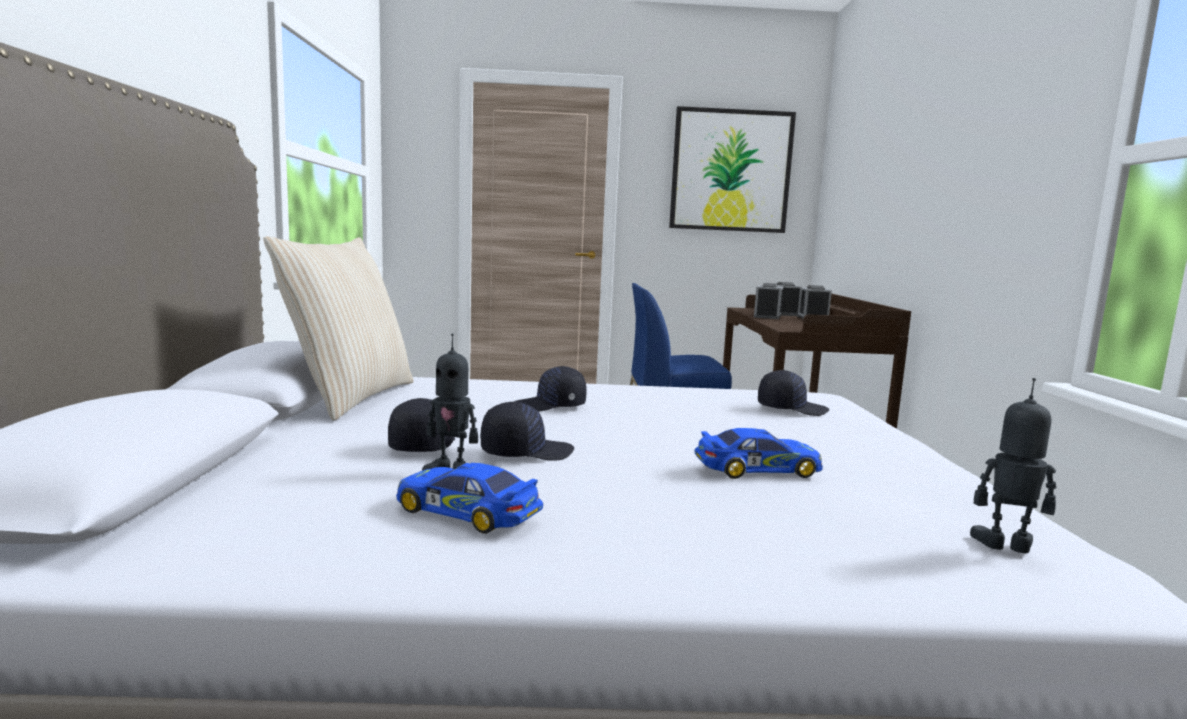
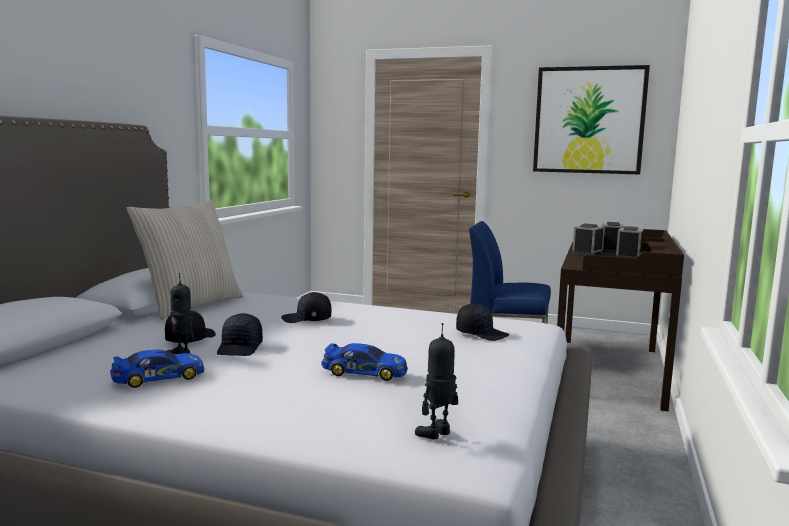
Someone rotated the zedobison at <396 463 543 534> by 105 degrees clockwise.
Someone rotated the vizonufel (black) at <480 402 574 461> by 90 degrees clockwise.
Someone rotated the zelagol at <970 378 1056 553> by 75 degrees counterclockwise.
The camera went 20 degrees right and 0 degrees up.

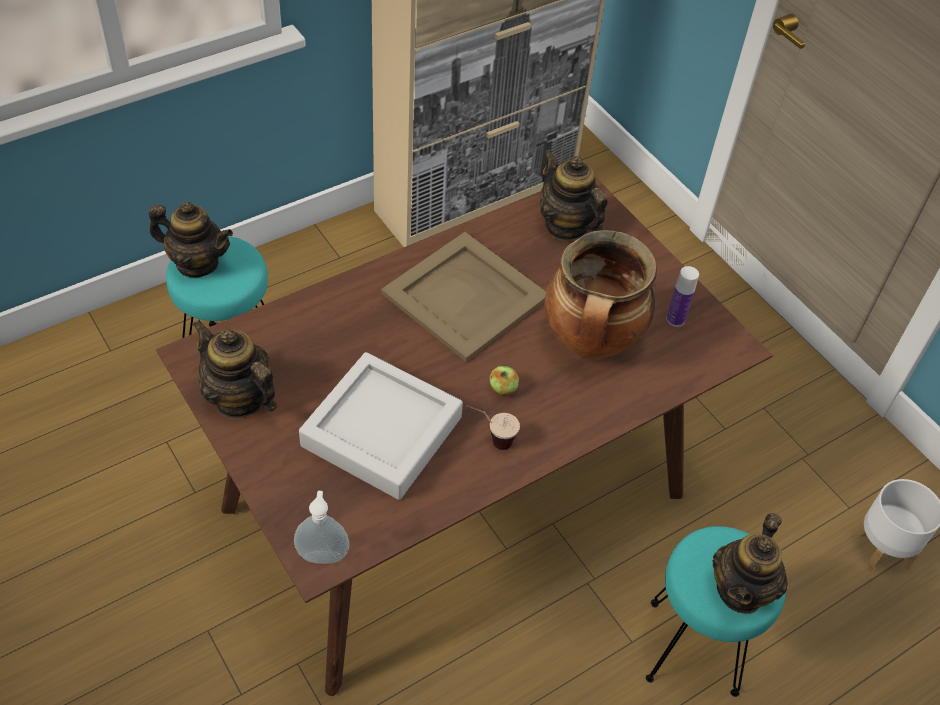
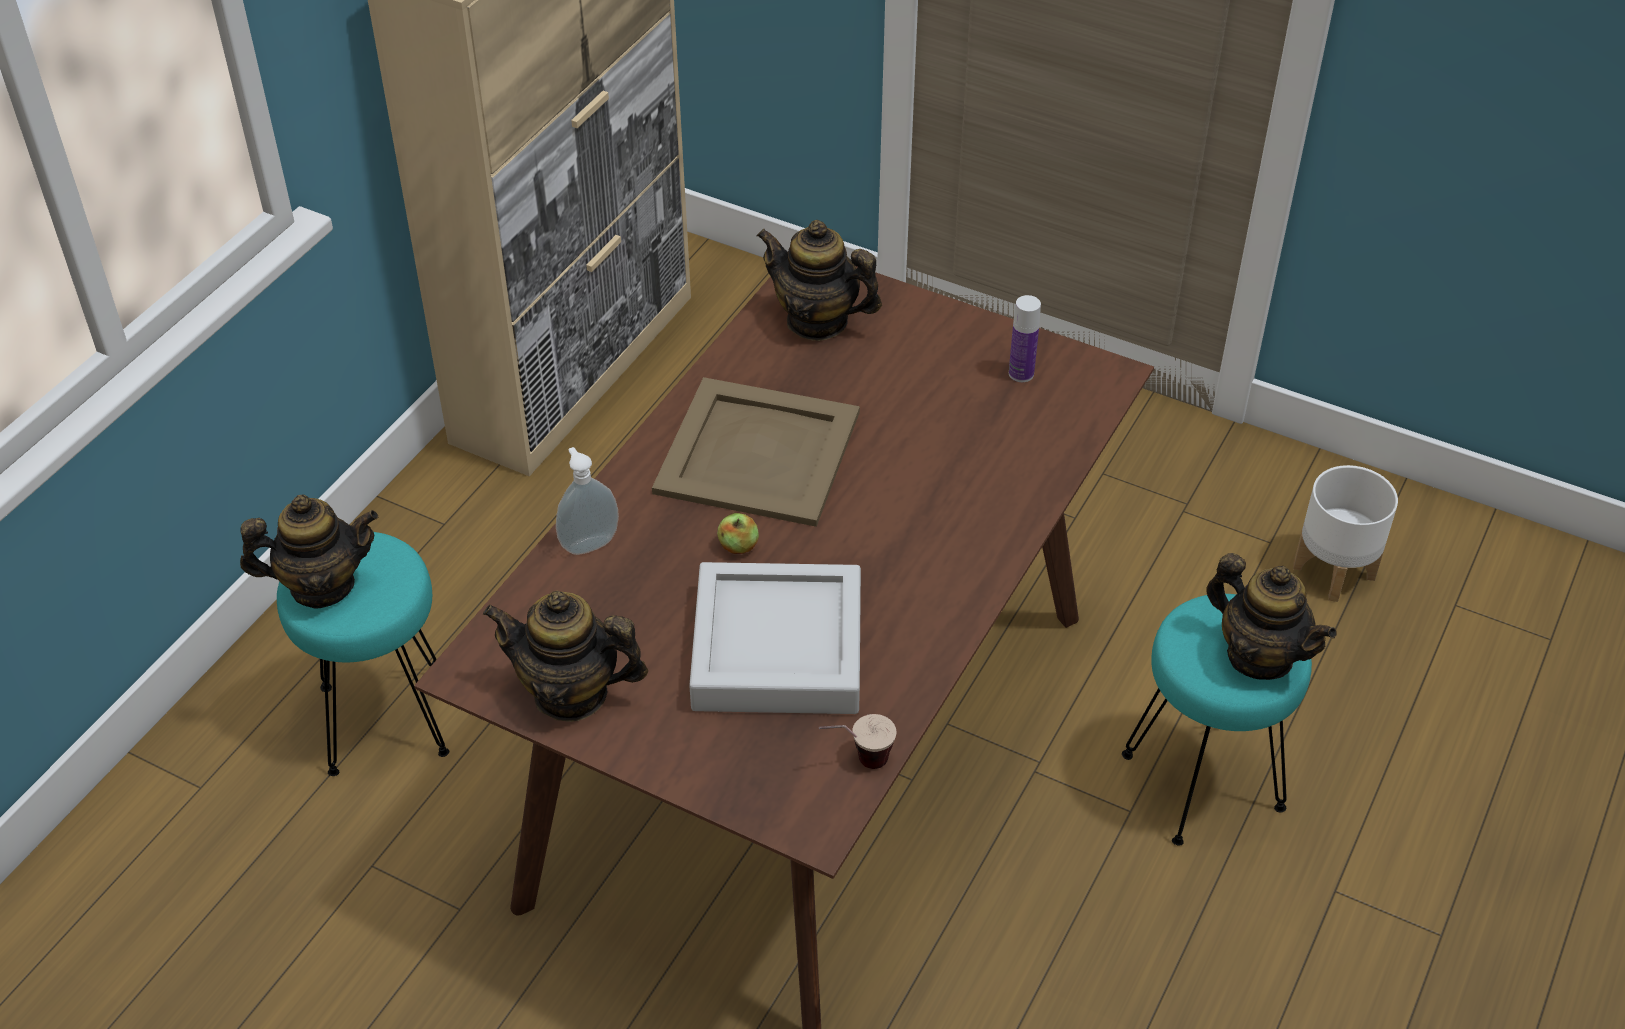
Someone carried the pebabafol from <294 491 349 564> to <556 447 619 555>.
Someone carried the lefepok from <466 405 520 450> to <819 714 897 769>.
Someone carried the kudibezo from <490 365 519 396> to <717 513 759 554>.
Someone took away the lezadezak at <545 230 657 360>.
Someone rotated the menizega at <713 513 788 614> by 45 degrees counterclockwise.
The camera went 25 degrees left and 5 degrees down.

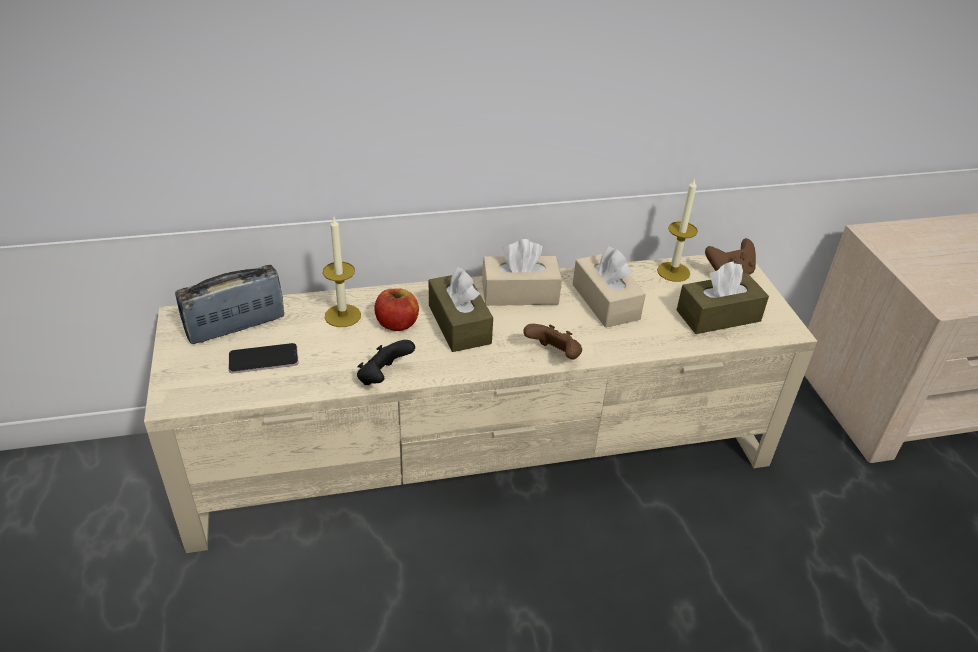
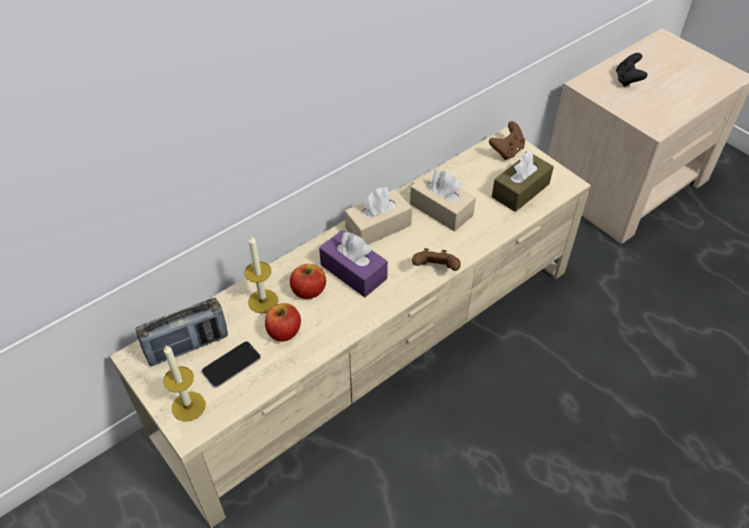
Someone rotated the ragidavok at <175 265 284 344> by 150 degrees counterclockwise.
Someone carried the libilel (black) from <357 340 415 385> to <616 53 647 87>.
Someone repainted the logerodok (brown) at <429 267 493 352>, which became the logerodok (purple) at <319 230 388 297>.
Someone carried the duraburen from <657 177 698 282> to <163 344 205 422>.
Someone put down the kudibezo at <265 303 301 342>.
The camera went 25 degrees left and 10 degrees up.

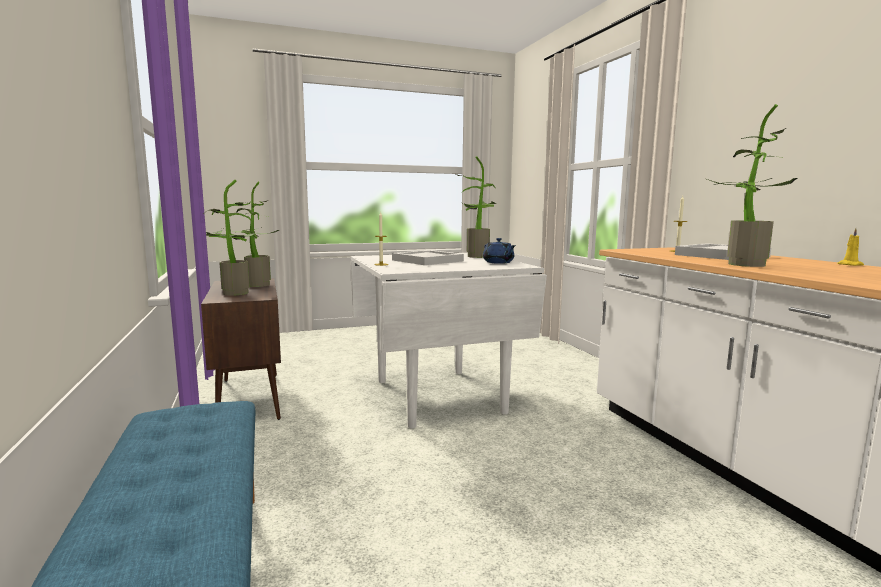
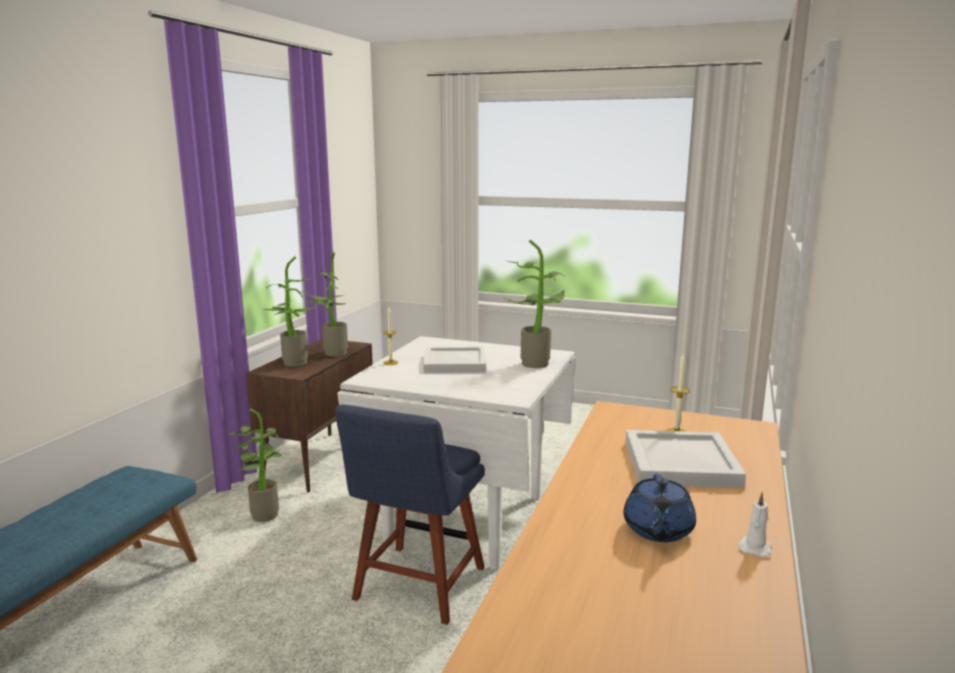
Someone carried the menizega (blue) from <483 238 516 264> to <623 474 696 542>.
Someone carried the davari from <707 104 798 267> to <225 409 282 522>.
Someone repainted the duraburen (yellow) at <837 228 864 266>, which became the duraburen (white) at <738 492 772 558>.
Someone put down the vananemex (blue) at <335 405 485 625>.
The camera went 40 degrees right and 5 degrees up.

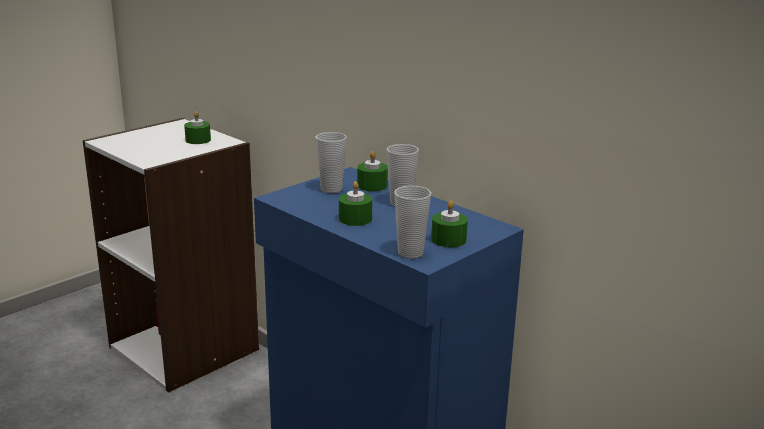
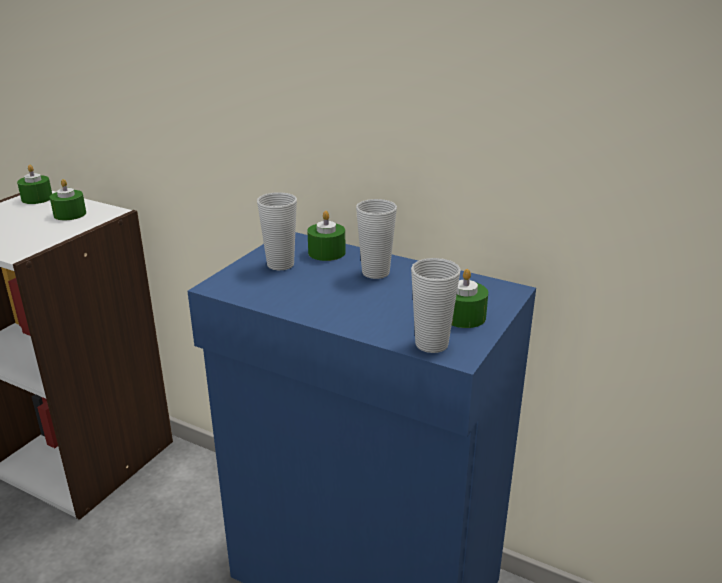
Someone carried the duraburen (green) from <339 181 372 226> to <17 165 52 204>.
The camera went 15 degrees left and 5 degrees up.

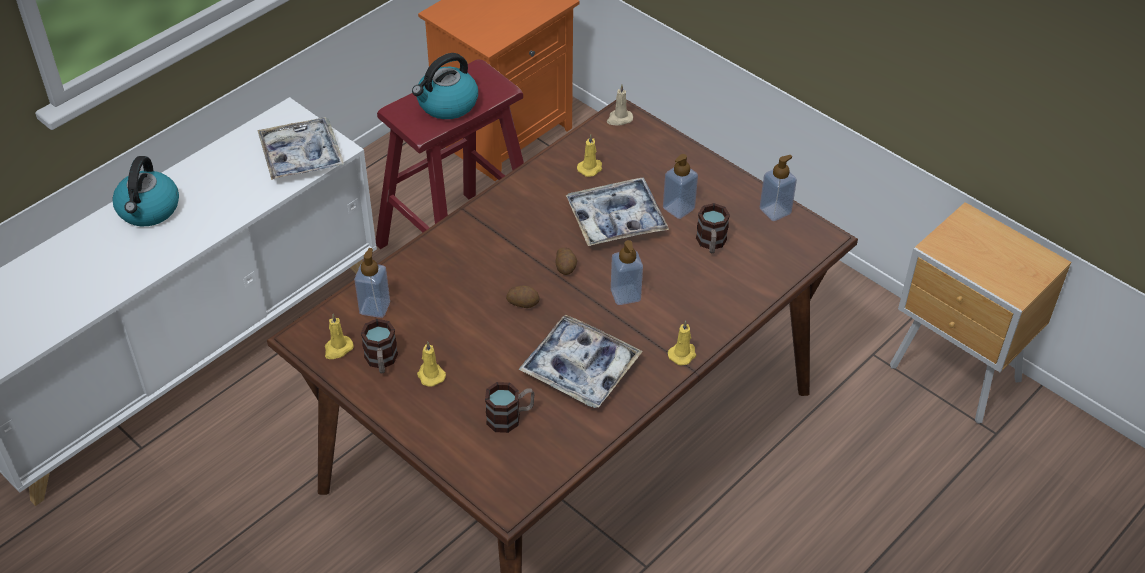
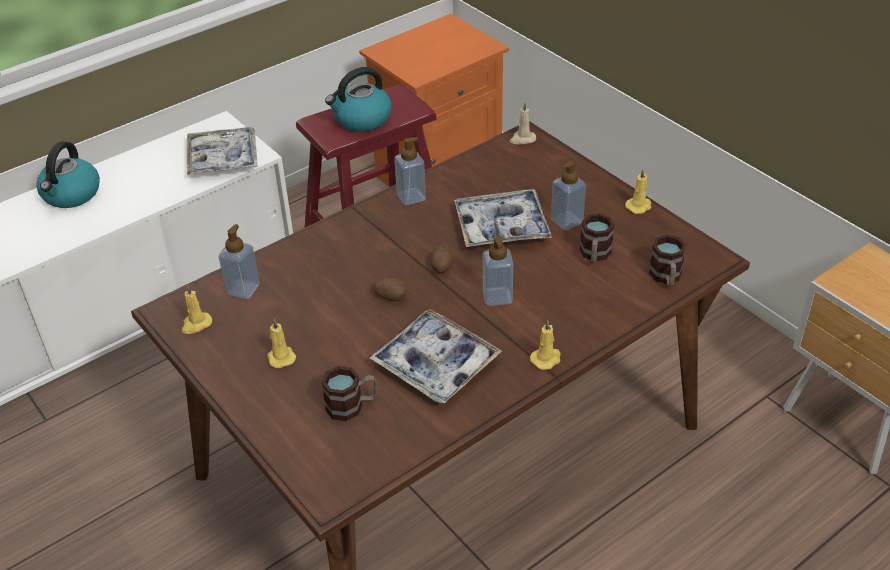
Someone carried the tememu from <361 319 398 373> to <649 235 686 287>.
Someone carried the duraburen (yellow) from <577 134 602 177> to <625 169 651 214>.
Someone carried the pebabafol from <760 155 797 221> to <394 137 426 206>.
The camera went 10 degrees right and 5 degrees down.

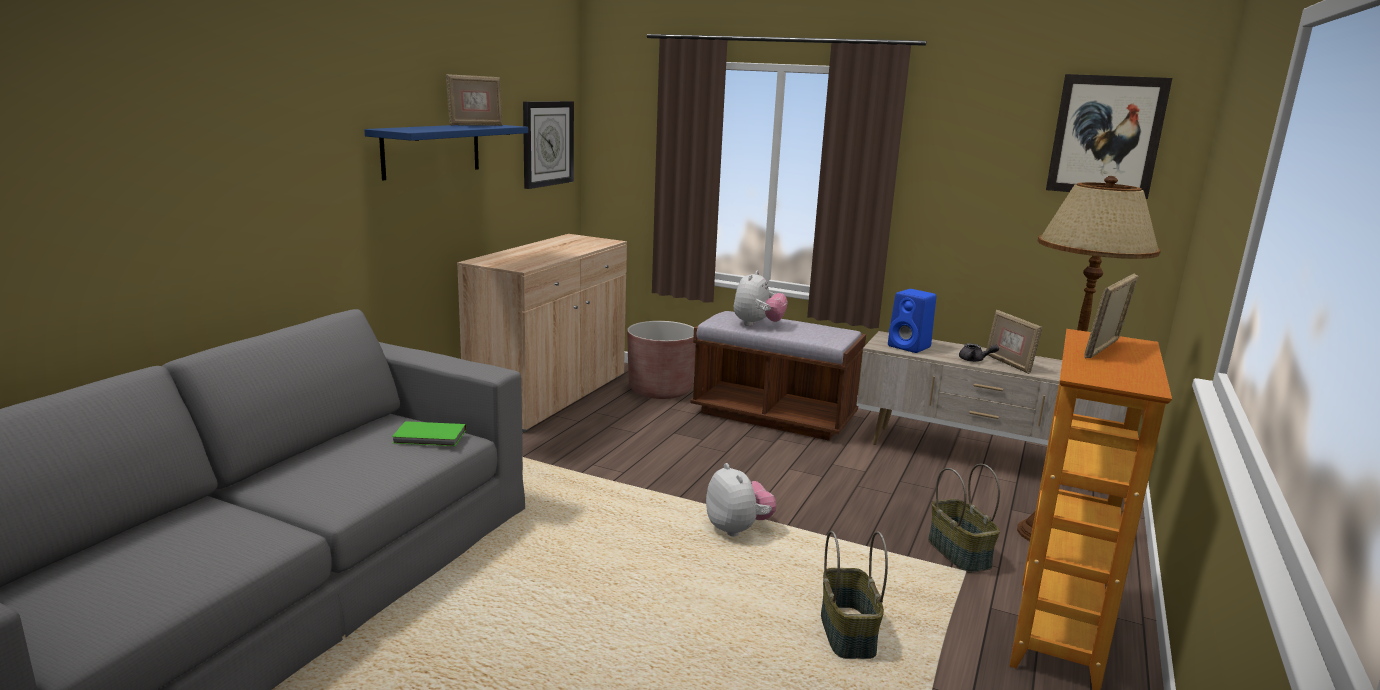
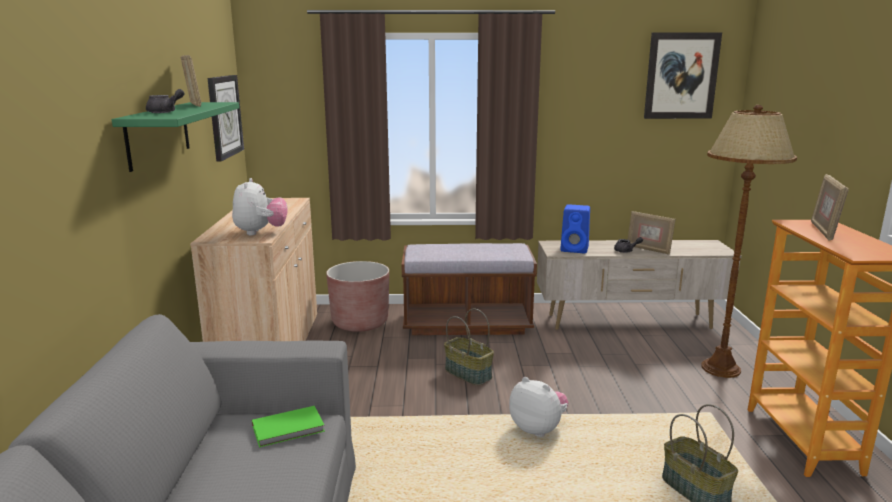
Someone repainted the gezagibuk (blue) at <364 125 528 181>, which became the gezagibuk (green) at <112 102 239 172>.
Someone rotated the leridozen at <446 74 503 126> by 45 degrees counterclockwise.
Someone carried the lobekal from <734 271 787 326> to <232 178 287 235>.
Someone carried the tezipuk from <928 464 1000 573> to <444 309 494 385>.
Someone put down the menizega (grey) at <146 89 184 113>.
The camera went 25 degrees left and 0 degrees up.

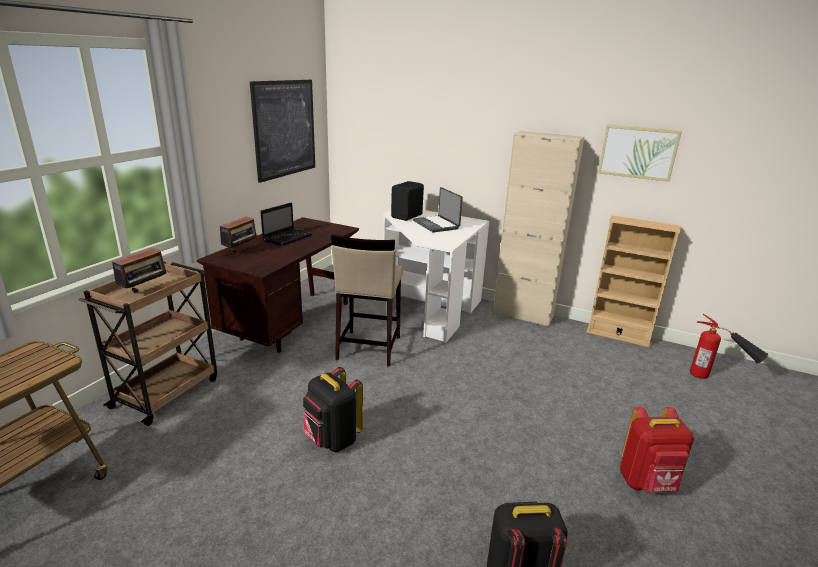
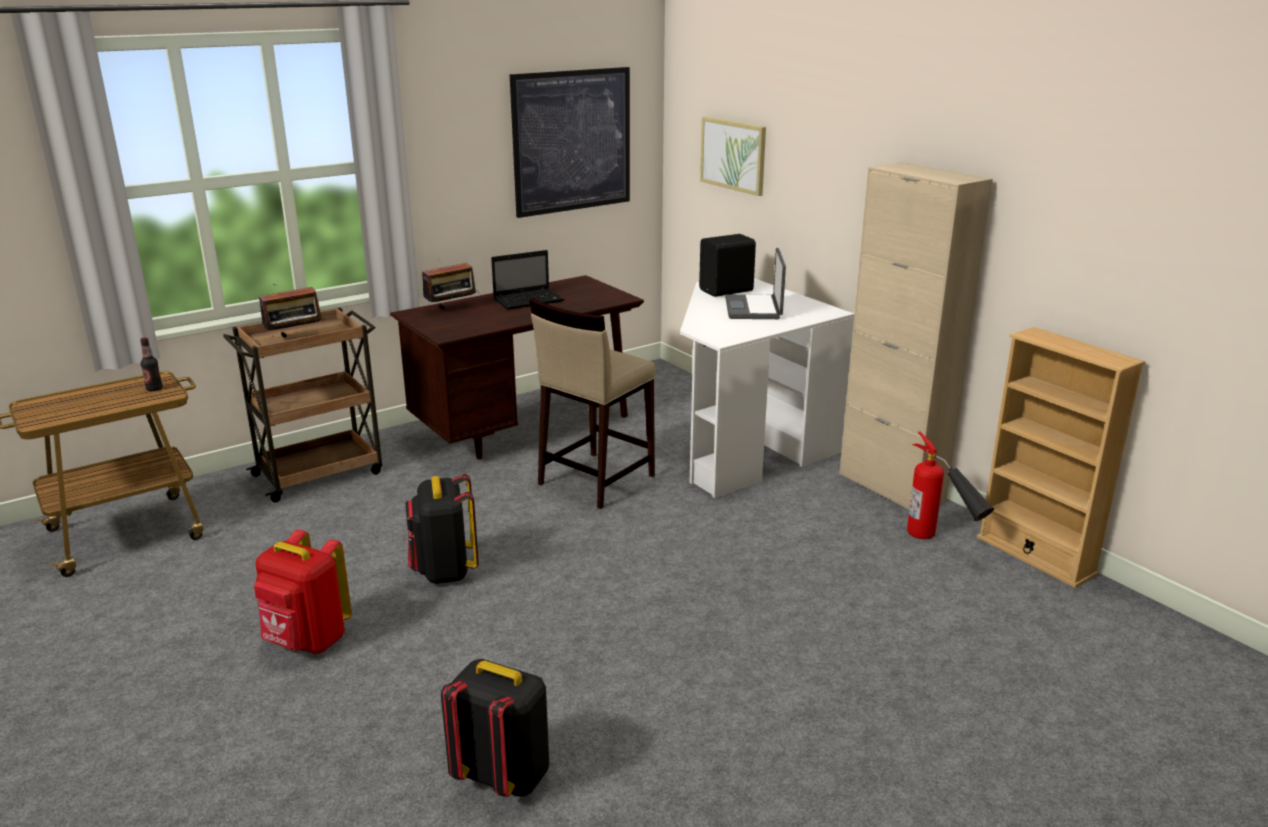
Someone carried the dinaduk from <598 124 682 182> to <700 117 766 196>.
Someone carried the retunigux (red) from <620 407 694 493> to <254 530 352 654>.
Someone carried the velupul from <690 314 768 379> to <907 431 994 539>.
Someone put down the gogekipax at <140 338 163 391>.
The camera went 30 degrees right and 0 degrees up.

